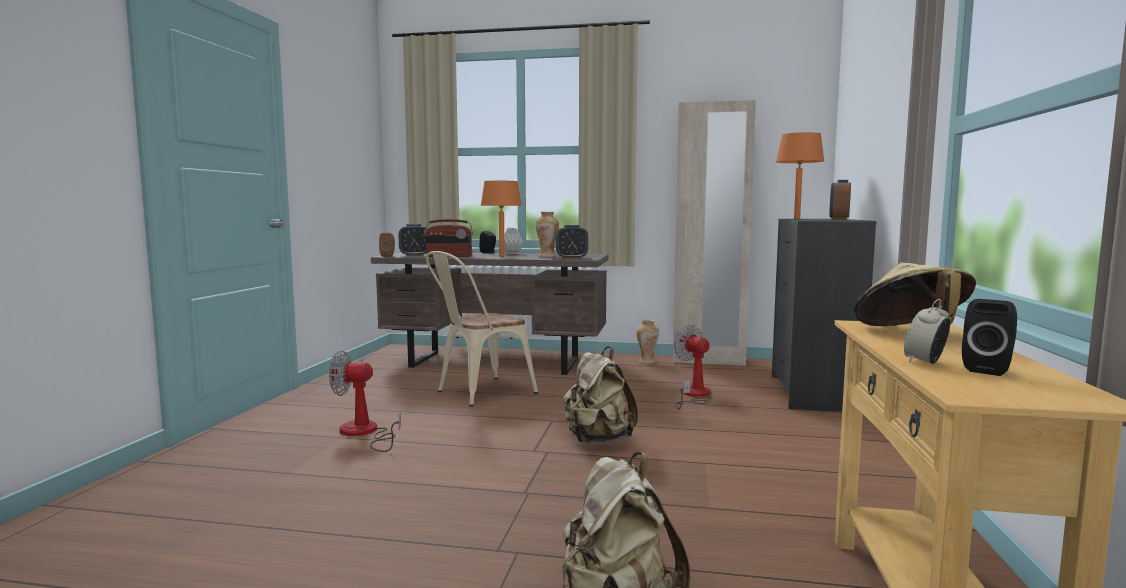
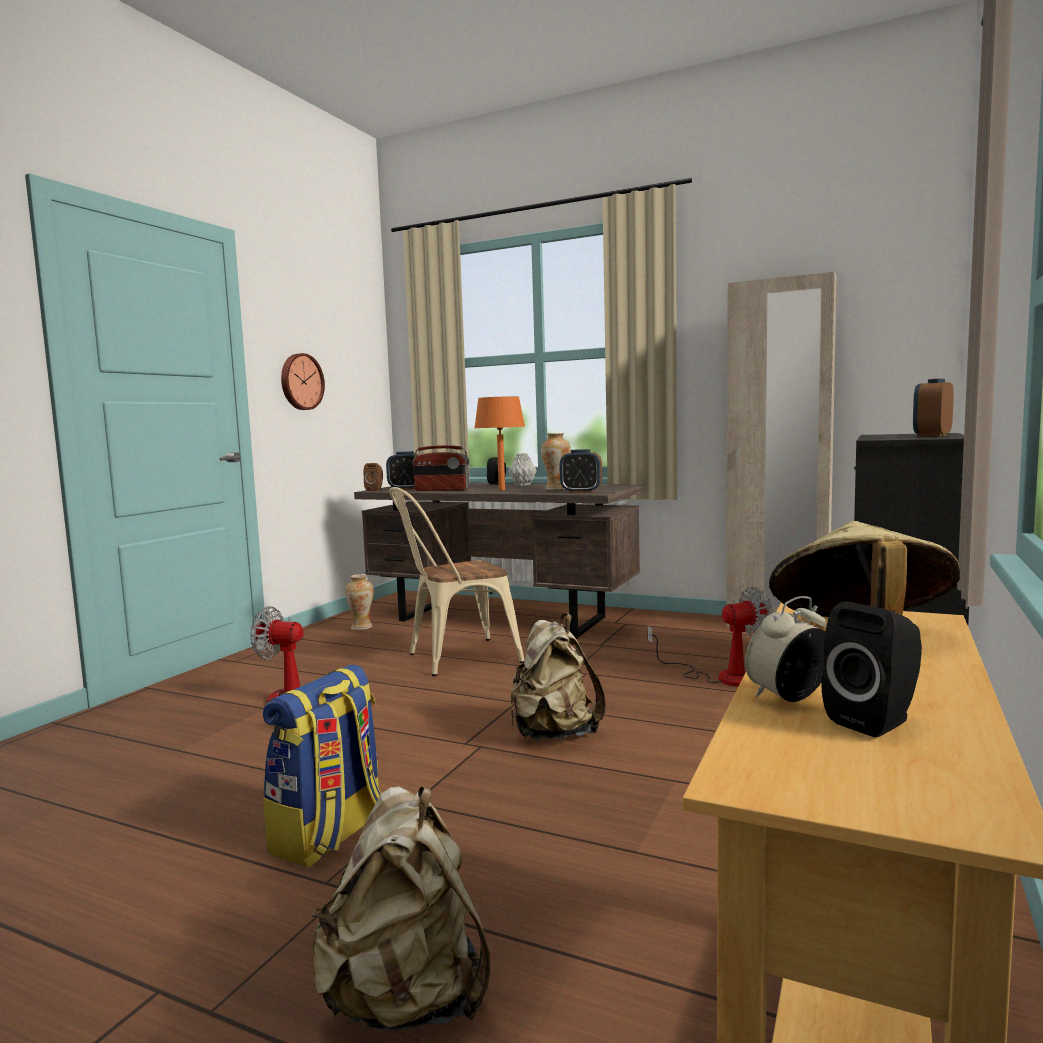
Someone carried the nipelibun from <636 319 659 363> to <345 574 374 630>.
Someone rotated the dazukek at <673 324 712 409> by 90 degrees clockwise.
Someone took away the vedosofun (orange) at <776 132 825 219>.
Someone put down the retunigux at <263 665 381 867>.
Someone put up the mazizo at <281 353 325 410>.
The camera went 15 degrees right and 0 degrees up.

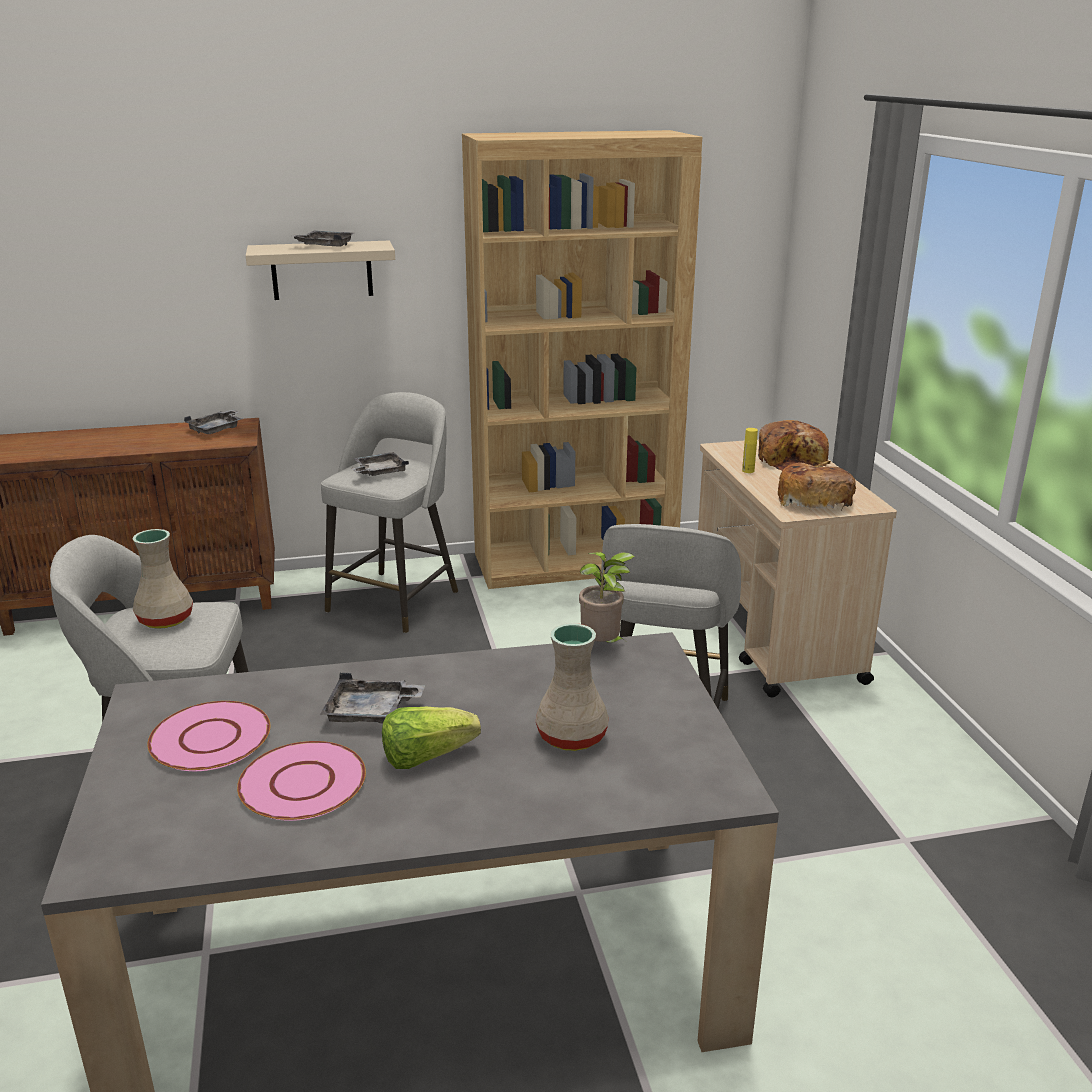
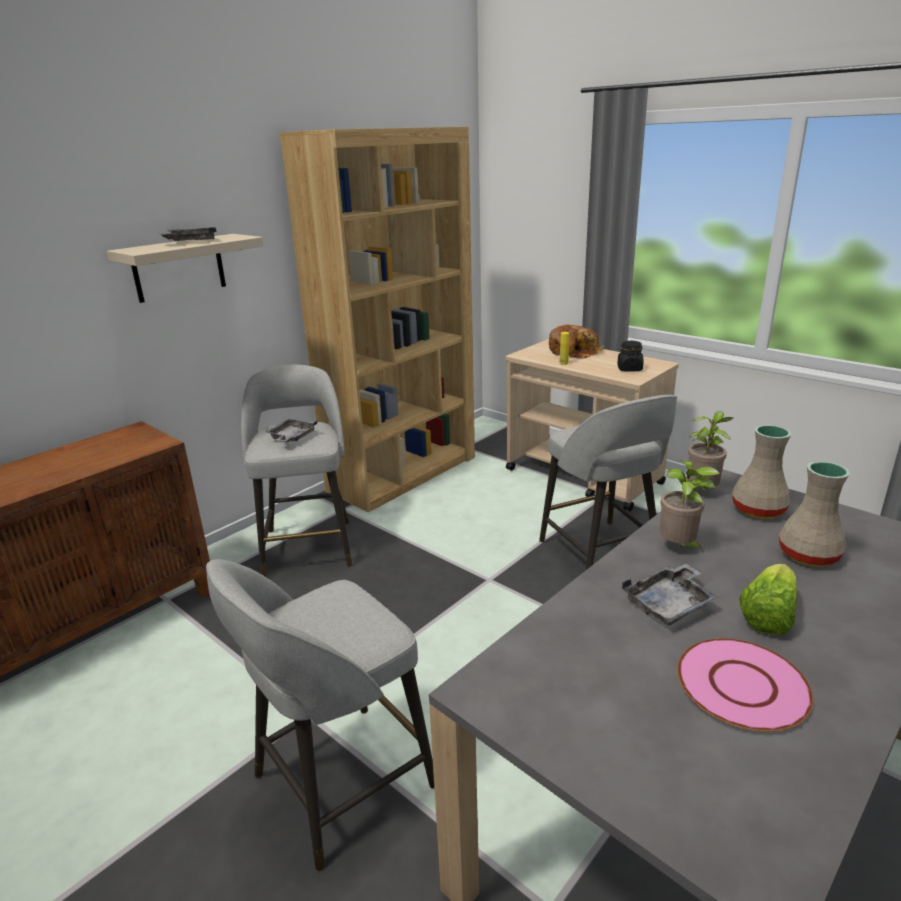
Someone carried the nipelibun (beige) from <132 529 193 629> to <732 425 791 519>.
Someone took away the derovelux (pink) at <147 701 270 771>.
Someone took away the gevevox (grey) at <184 409 242 434>.
Someone swapped the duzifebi at <778 462 856 510> for the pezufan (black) at <617 341 643 372>.
Someone put down the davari at <660 460 720 551>.
The camera went 35 degrees left and 0 degrees up.

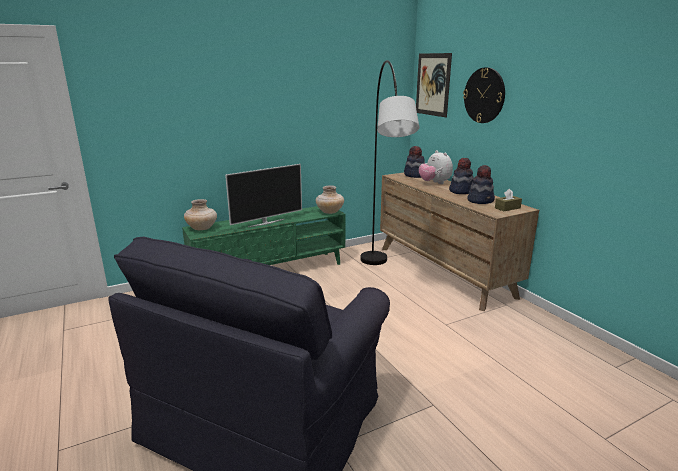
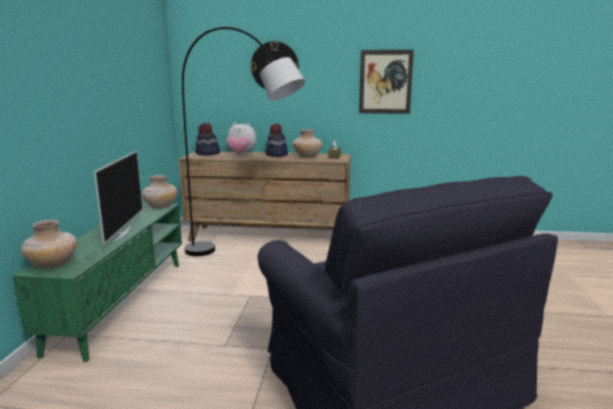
Someone carried the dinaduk from <416 53 452 117> to <359 50 414 114>.
Someone swapped the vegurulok at <467 165 495 204> for the nipelibun (beige) at <293 129 322 157>.
The camera went 55 degrees left and 5 degrees down.

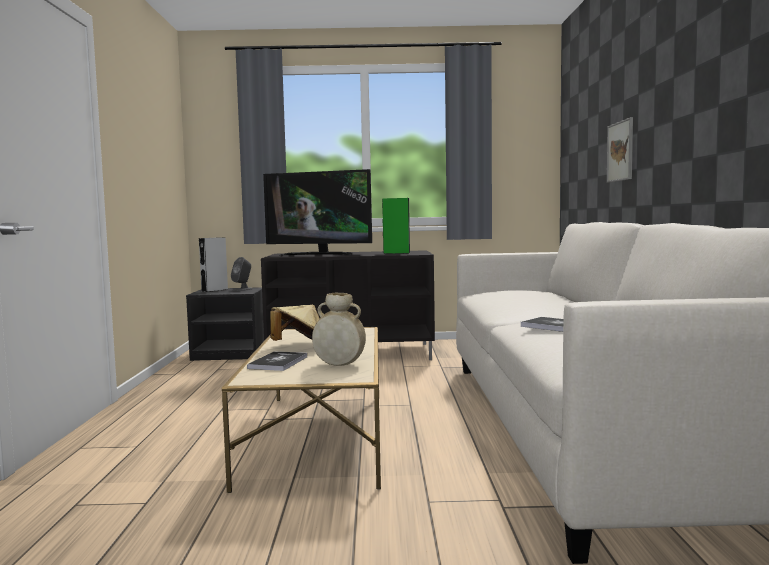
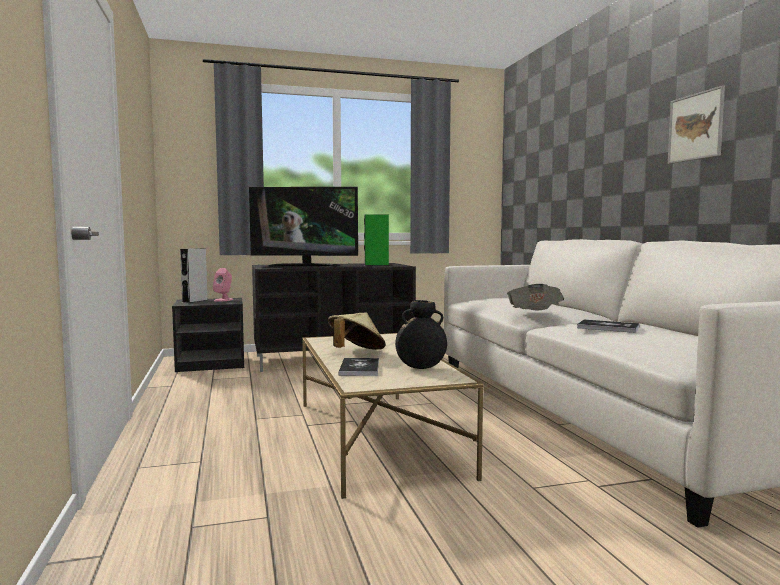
Someone repainted the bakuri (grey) at <231 257 253 291>, which became the bakuri (pink) at <213 268 233 302>.
Someone repainted the nipelibun (beige) at <312 293 366 366>, which became the nipelibun (black) at <395 300 447 369>.
Someone carried the dinaduk from <607 117 633 183> to <668 85 725 164>.
Someone put down the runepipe at <507 284 565 310>.
The camera went 15 degrees left and 0 degrees up.

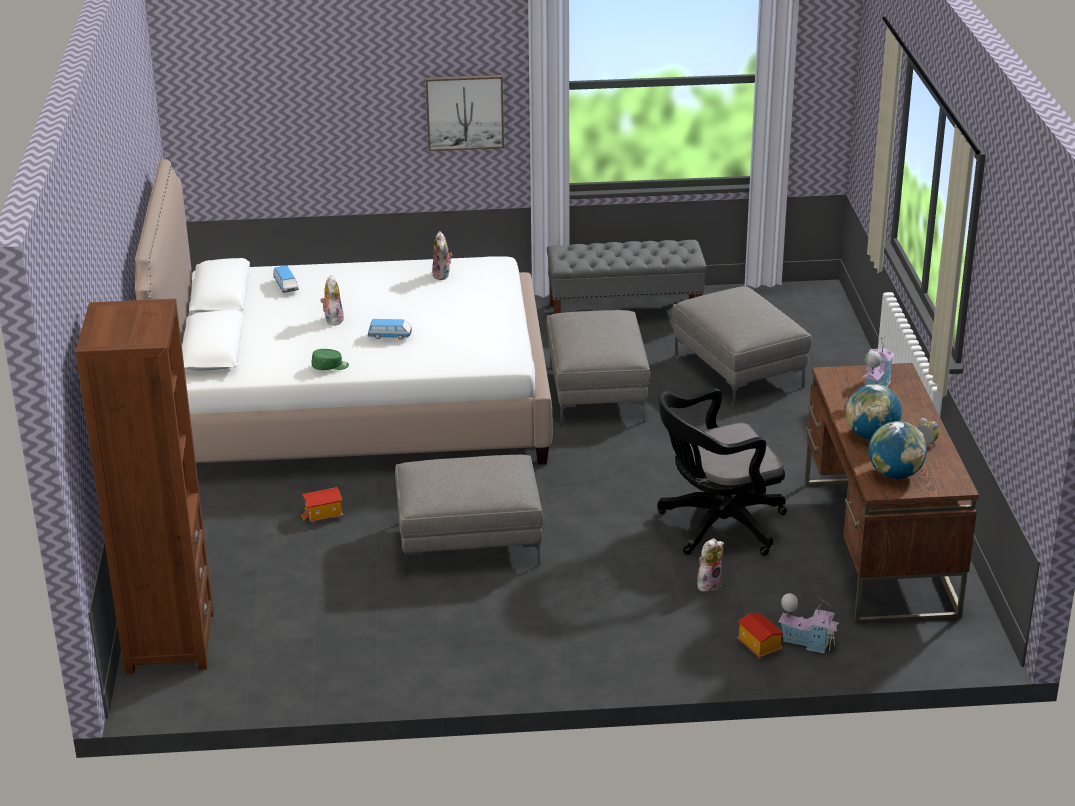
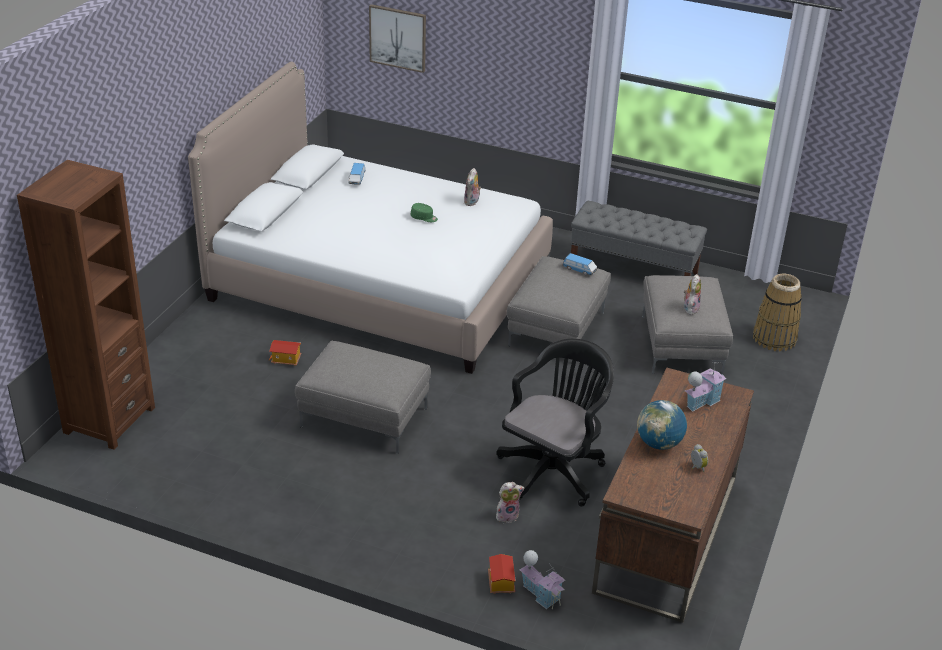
Someone carried the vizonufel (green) from <312 349 349 370> to <411 203 438 222>.
Someone carried the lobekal from <320 275 344 325> to <684 274 701 315>.
Someone carried the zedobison from <368 319 412 340> to <562 253 597 275>.
Someone carried the dinaduk from <426 75 504 151> to <369 4 426 73>.
Someone rotated the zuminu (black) at <657 388 787 556> by 120 degrees clockwise.
Someone took away the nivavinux at <868 421 927 479>.
Someone put down the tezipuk at <753 274 802 351>.
The camera went 25 degrees right and 5 degrees up.

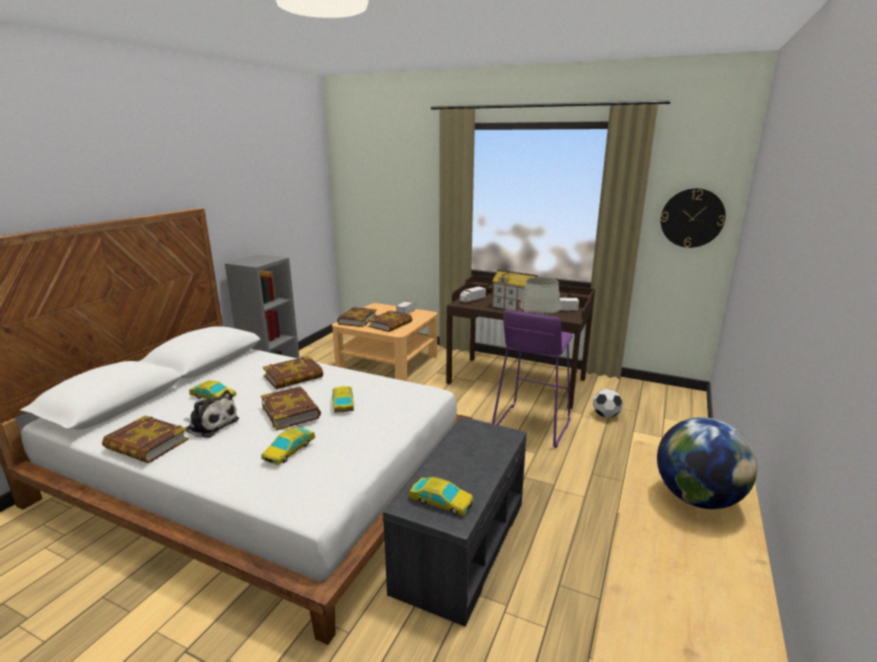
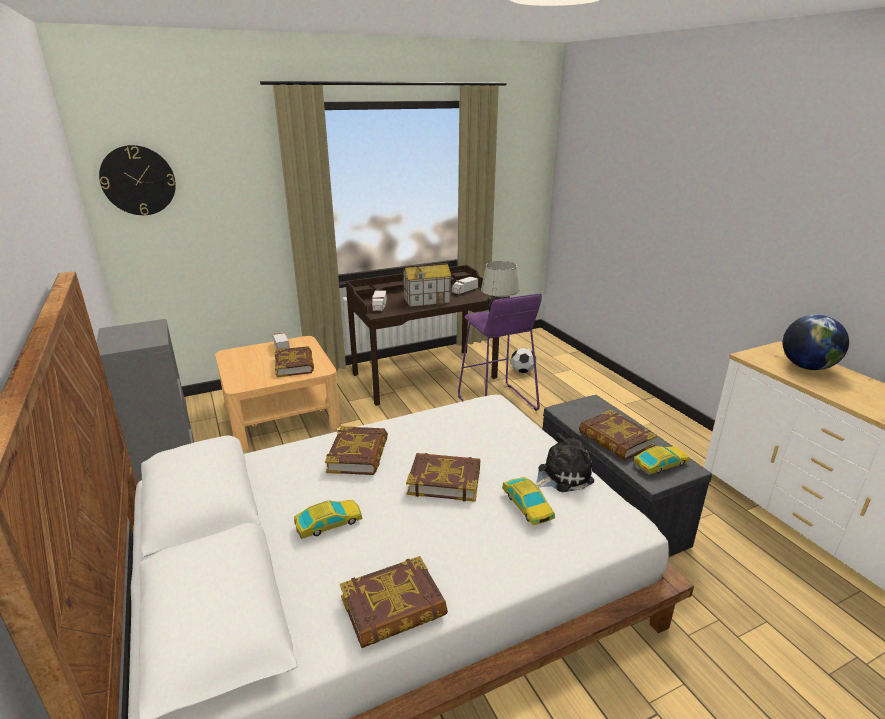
Someone carried the lobekal from <184 390 239 438> to <536 433 594 492>.
Someone took away the zedobison at <332 386 354 413>.
Someone carried the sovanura from <337 307 377 327> to <579 410 657 460>.
Someone carried the mazizo from <661 188 726 248> to <99 145 176 215>.
The camera went 50 degrees left and 5 degrees up.

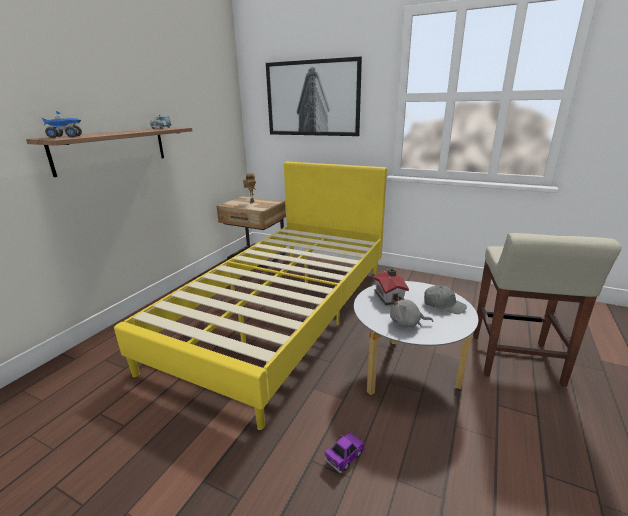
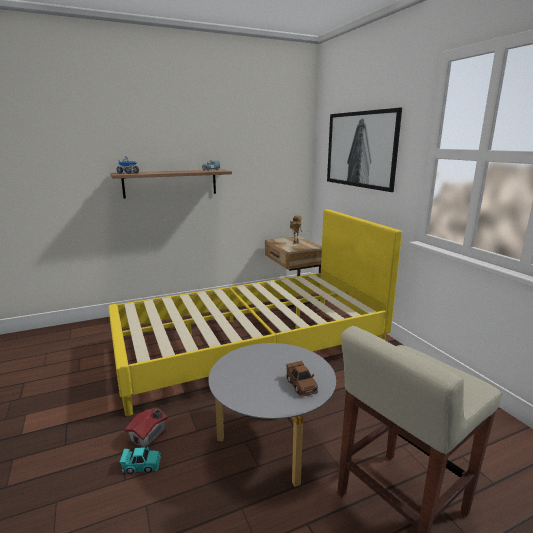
Someone repainted the zedobison (purple) at <324 433 365 473>, which became the zedobison (turquoise) at <120 447 161 474>.
Someone carried the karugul from <372 269 409 305> to <124 408 168 448>.
Someone took away the lobekal (grey) at <390 294 433 327>.
Someone swapped the vizonufel (grey) at <424 285 467 314> for the zedobison (brown) at <286 361 318 397>.
The camera went 40 degrees right and 5 degrees down.

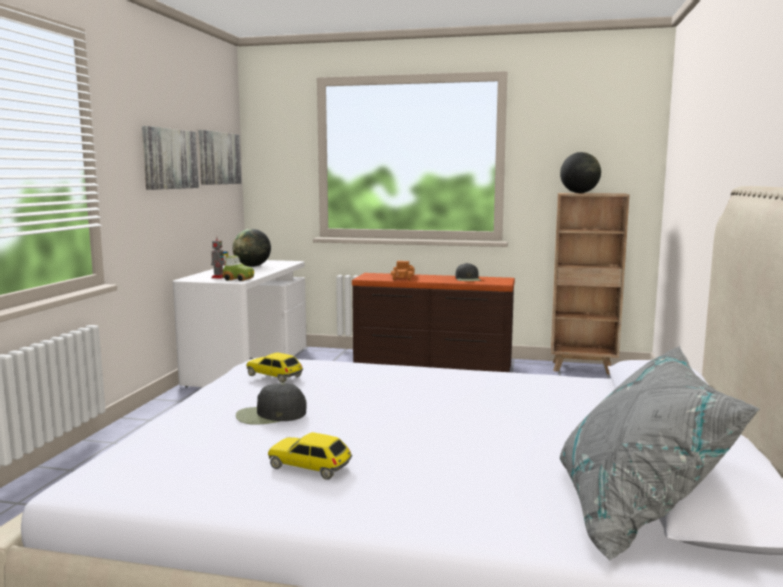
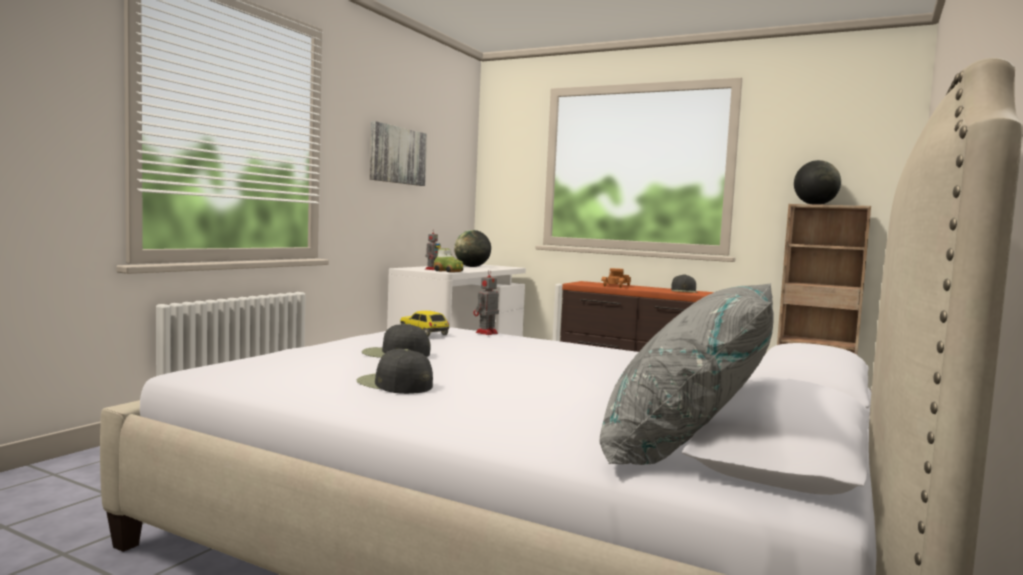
Someone took away the dinaduk at <198 130 242 185>.
Someone swapped the zedobison at <268 432 352 480> for the vizonufel (black) at <357 349 433 394>.
Someone put down the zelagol at <473 269 499 335>.
The camera went 15 degrees right and 5 degrees down.

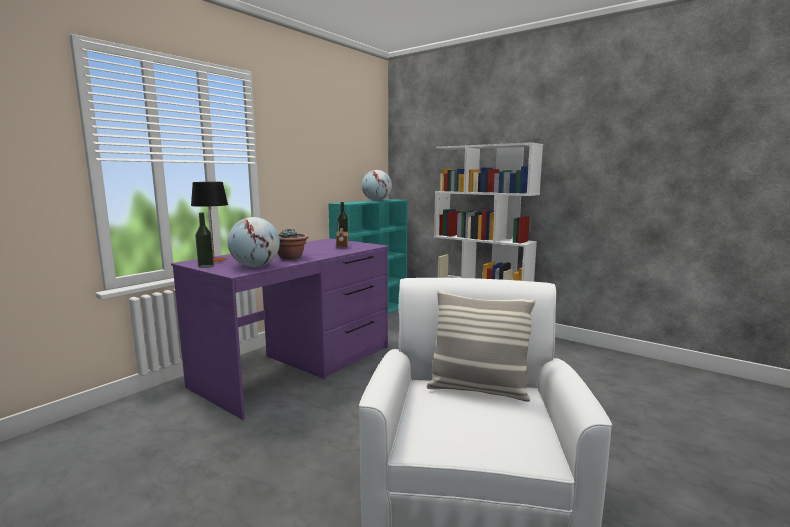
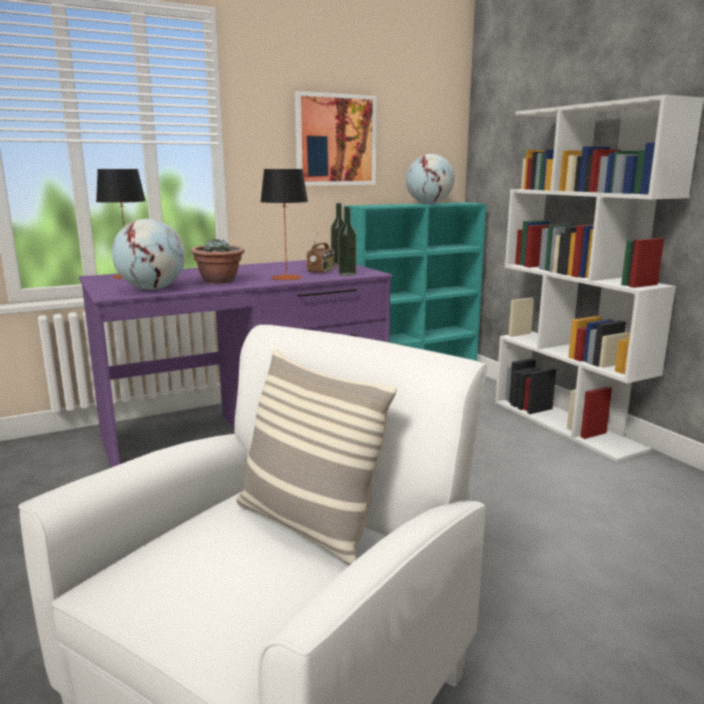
Someone carried the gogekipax from <195 212 214 268> to <338 207 357 276>.
Someone put down the vedosofun at <260 169 308 280>.
Someone put up the dinaduk at <295 91 377 186>.
The camera went 25 degrees right and 5 degrees up.

